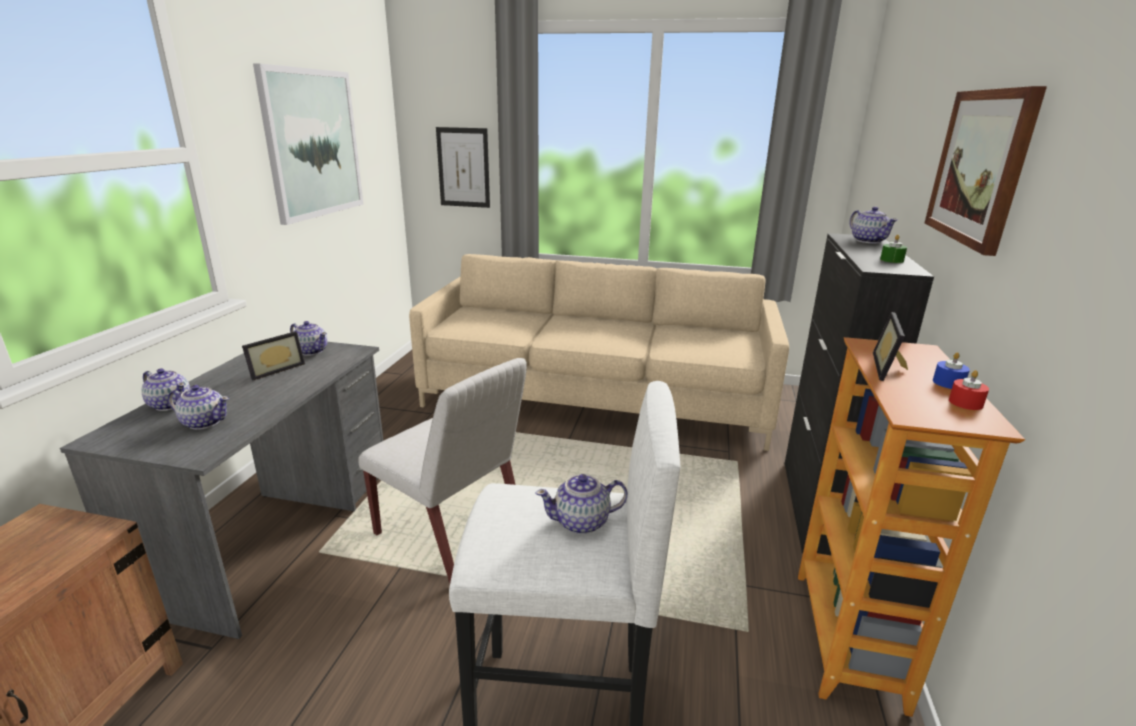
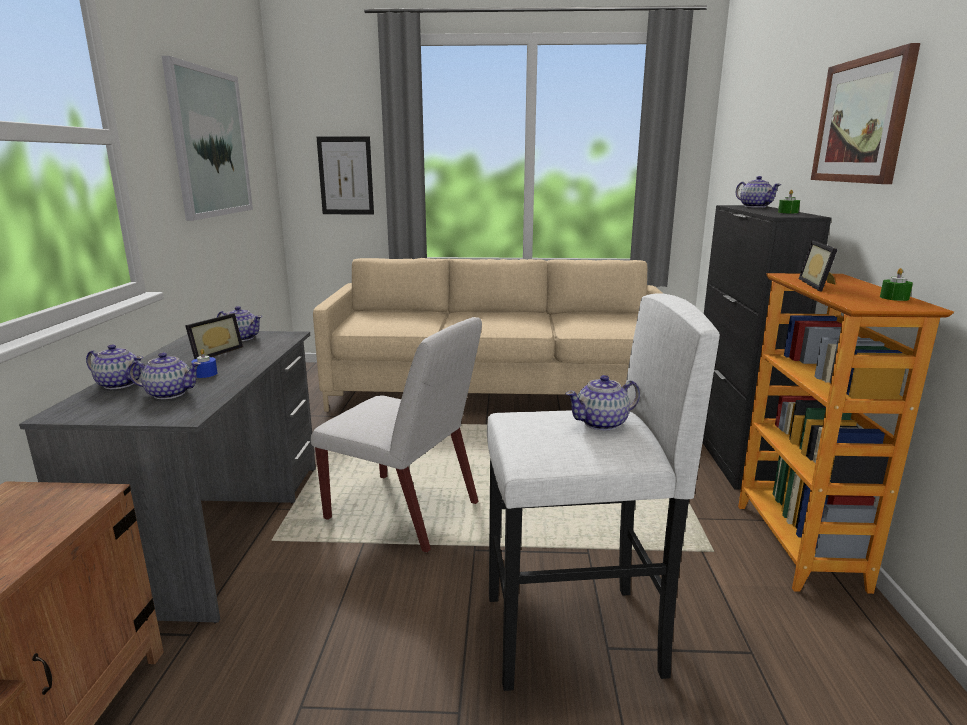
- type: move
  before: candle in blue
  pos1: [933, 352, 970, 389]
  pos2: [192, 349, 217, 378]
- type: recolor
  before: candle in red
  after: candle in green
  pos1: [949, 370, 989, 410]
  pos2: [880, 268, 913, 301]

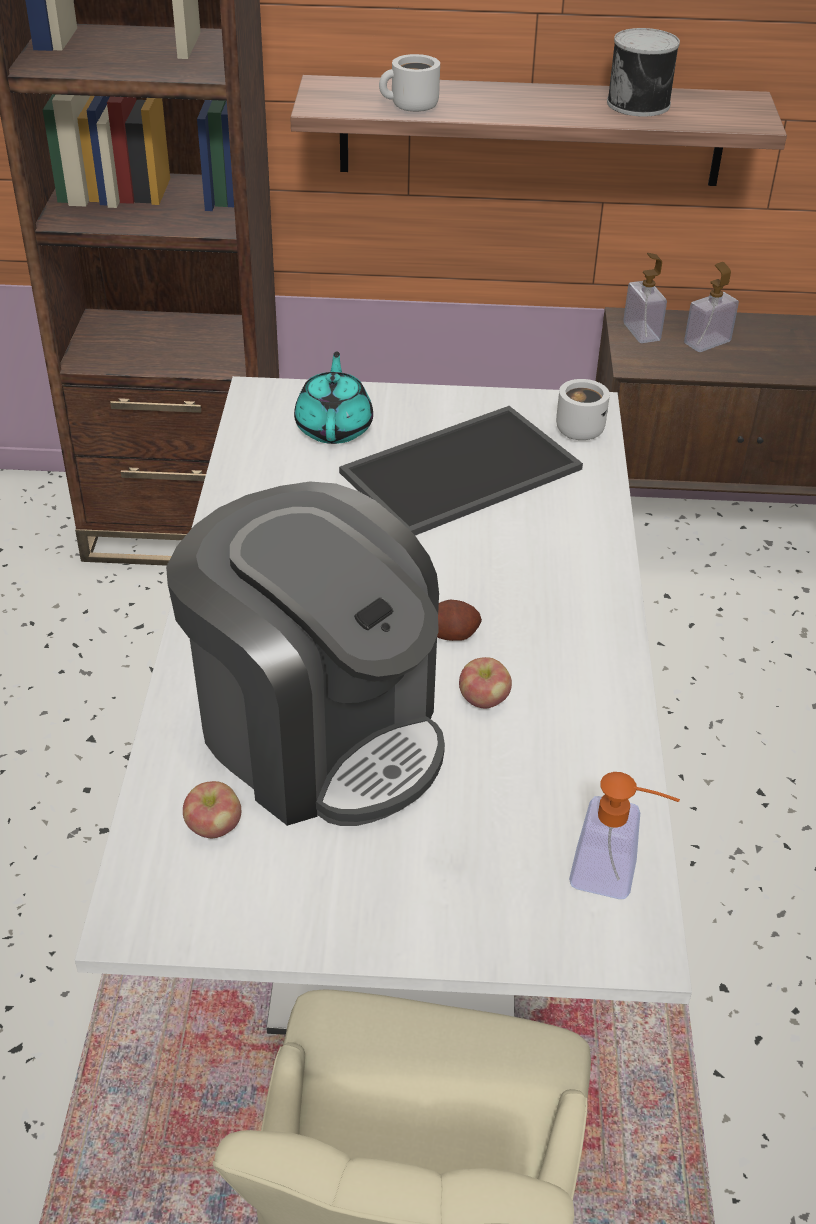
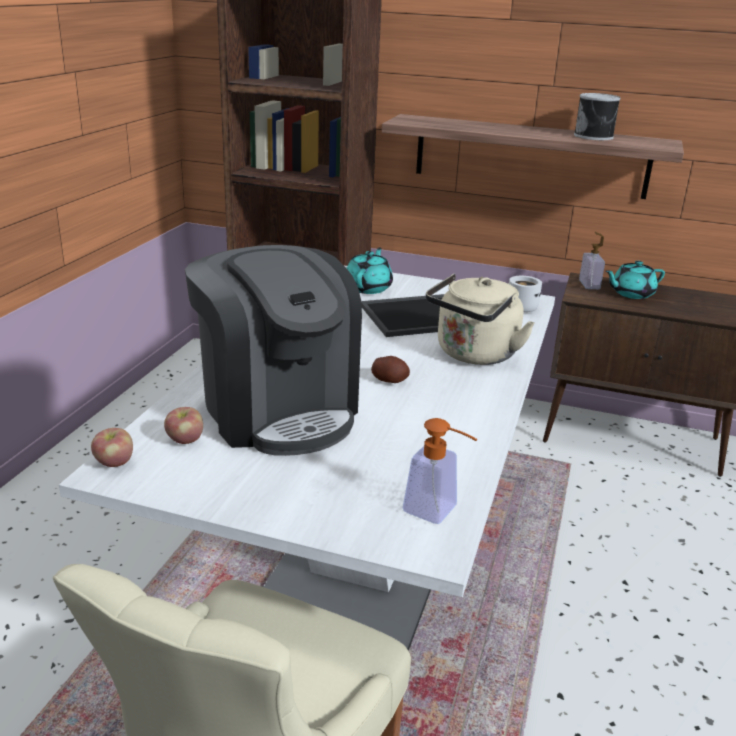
- type: delete
  before: mug in white
  pos1: [379, 54, 440, 112]
- type: insert
  after: kettle in beige
  pos2: [426, 273, 535, 365]
- type: move
  before: apple
  pos1: [459, 657, 512, 708]
  pos2: [91, 428, 133, 467]
- type: replace
  before: soap dispenser
  after: teapot in turquoise
  pos1: [684, 262, 739, 352]
  pos2: [605, 261, 665, 299]

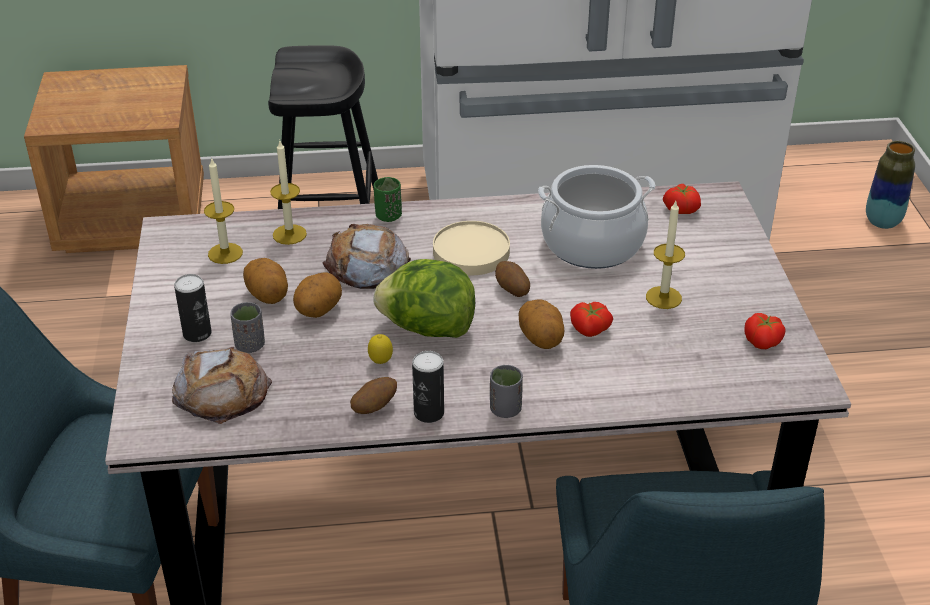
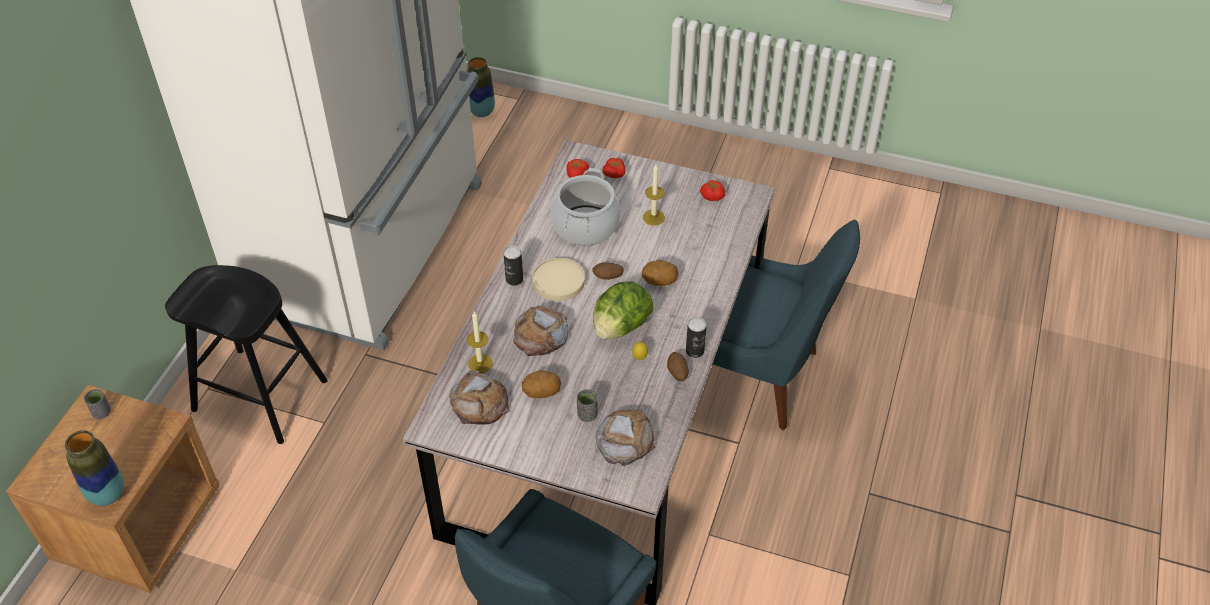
- type: delete
  before: potato
  pos1: [293, 272, 342, 318]
- type: delete
  before: cup in green
  pos1: [374, 177, 402, 222]
- type: insert
  after: vase
  pos2: [65, 430, 124, 506]
- type: move
  before: can
  pos1: [174, 274, 212, 342]
  pos2: [503, 246, 523, 286]
- type: move
  before: cup in grey
  pos1: [490, 365, 523, 418]
  pos2: [84, 389, 111, 419]
- type: move
  before: tomato
  pos1: [570, 302, 613, 337]
  pos2: [603, 158, 625, 178]
- type: replace
  before: candle
  after: bread
  pos1: [204, 157, 243, 264]
  pos2: [449, 370, 509, 425]

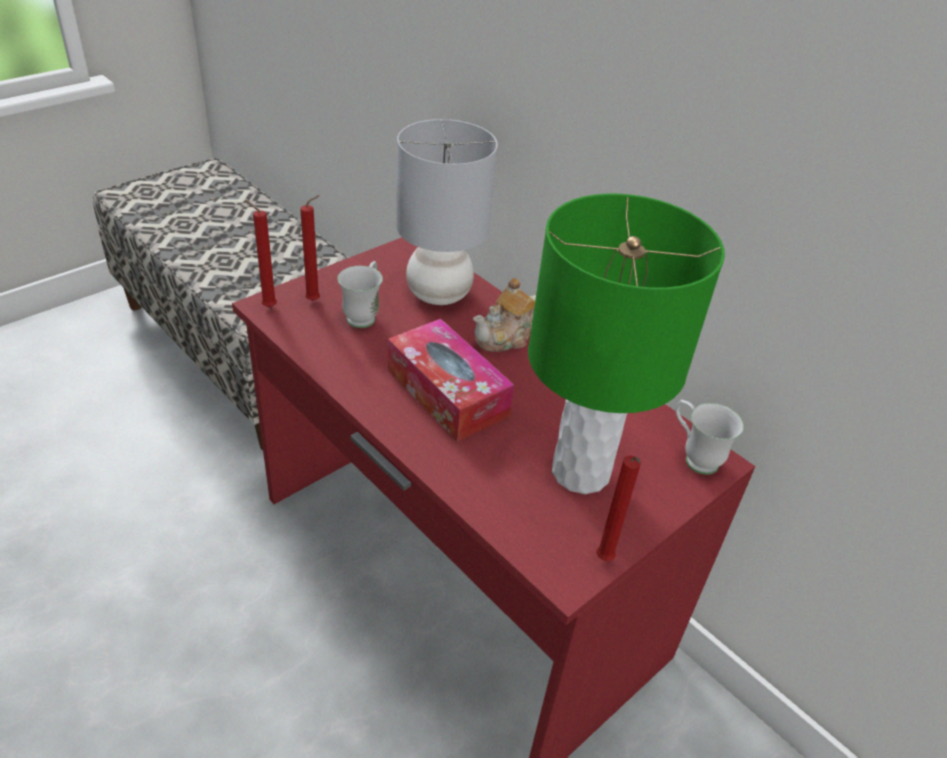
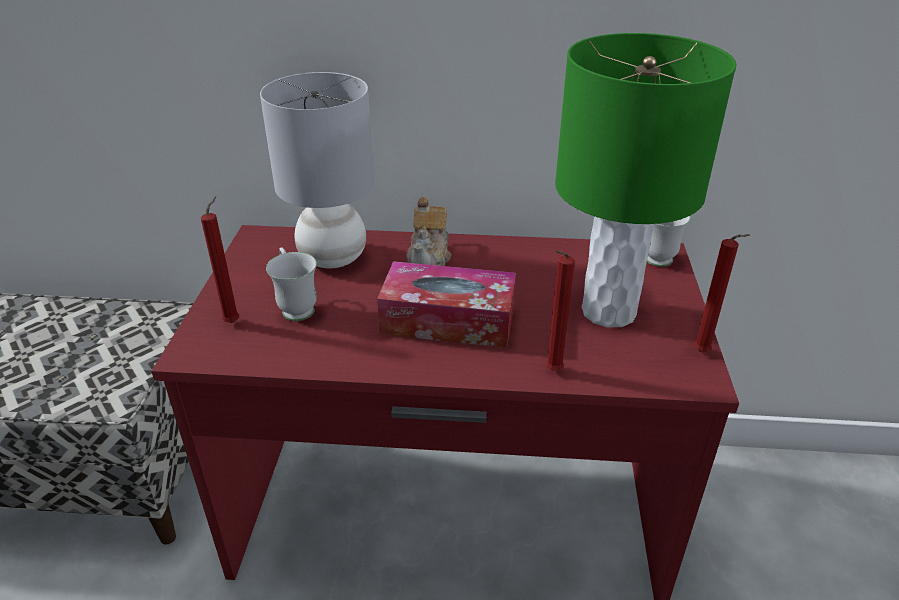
- type: move
  before: candle in red
  pos1: [245, 200, 277, 307]
  pos2: [545, 250, 575, 371]

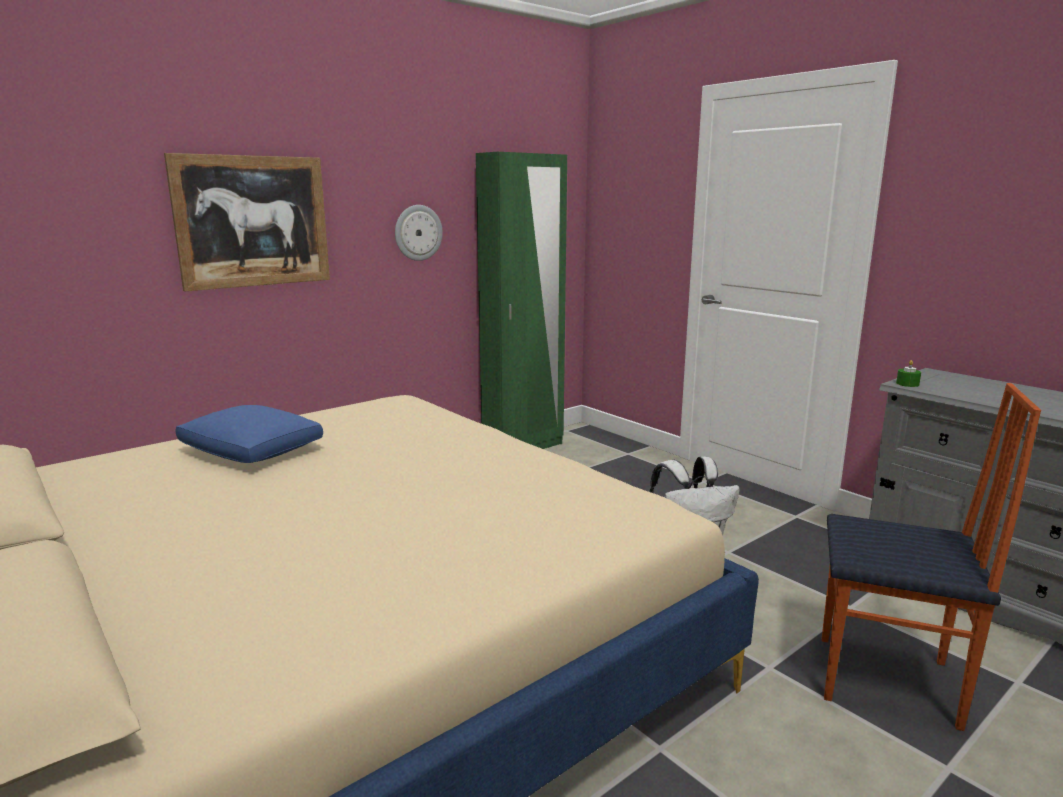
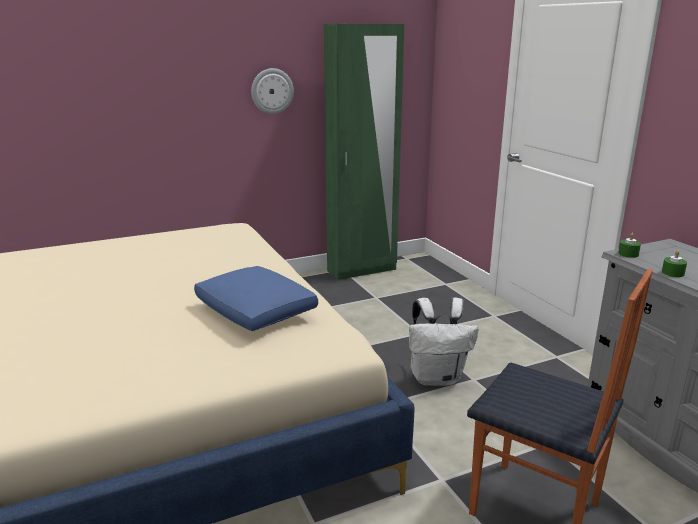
- type: delete
  before: picture
  pos1: [164, 153, 330, 291]
- type: insert
  after: candle in green
  pos2: [662, 250, 687, 277]
- type: move
  before: pillow in blue
  pos1: [175, 405, 323, 463]
  pos2: [194, 266, 318, 331]

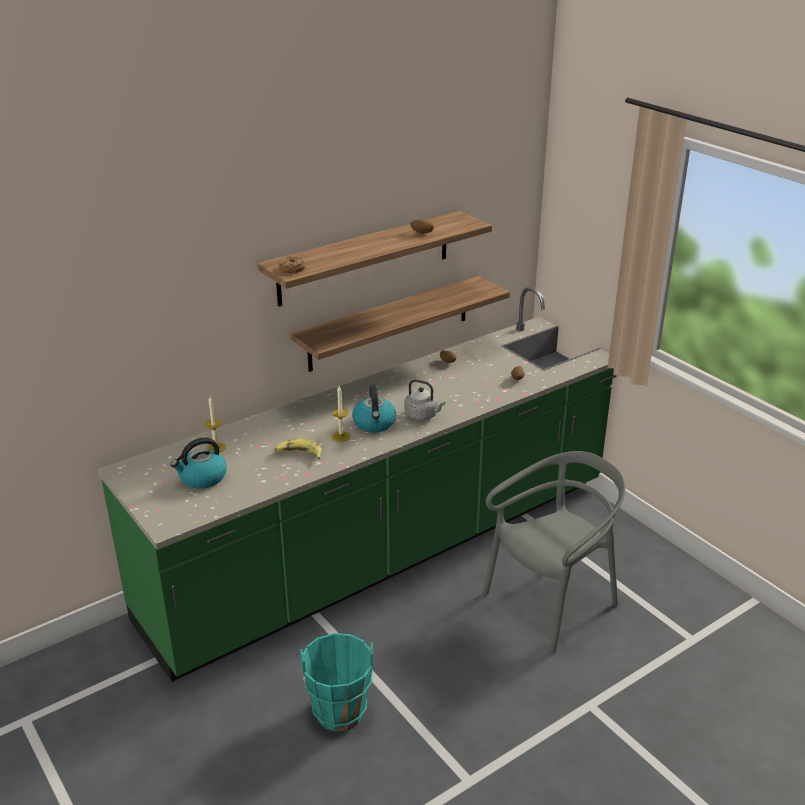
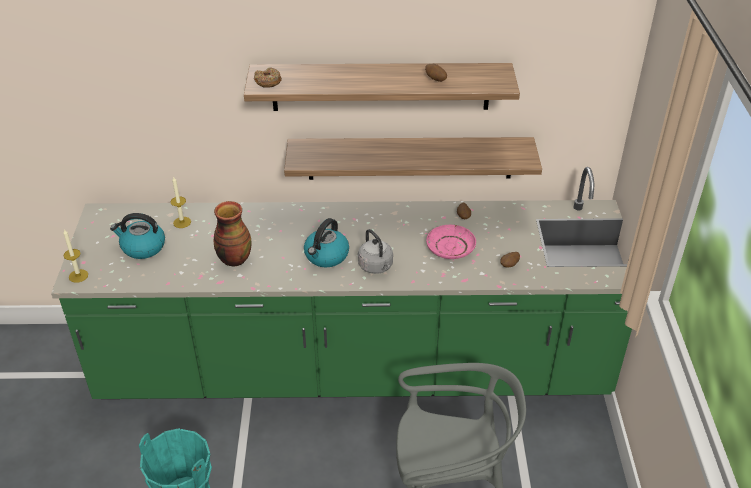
- type: insert
  after: plate in pink
  pos2: [426, 225, 476, 259]
- type: move
  before: candle
  pos1: [332, 386, 350, 442]
  pos2: [63, 229, 88, 283]
- type: replace
  before: banana
  after: vase
  pos1: [275, 438, 322, 459]
  pos2: [214, 201, 251, 267]

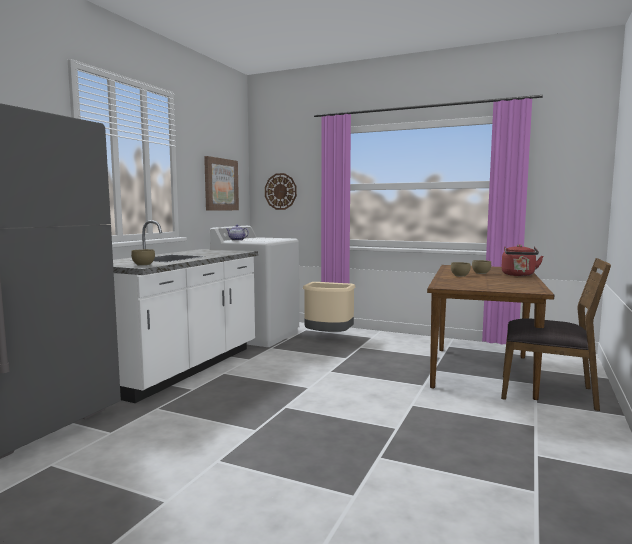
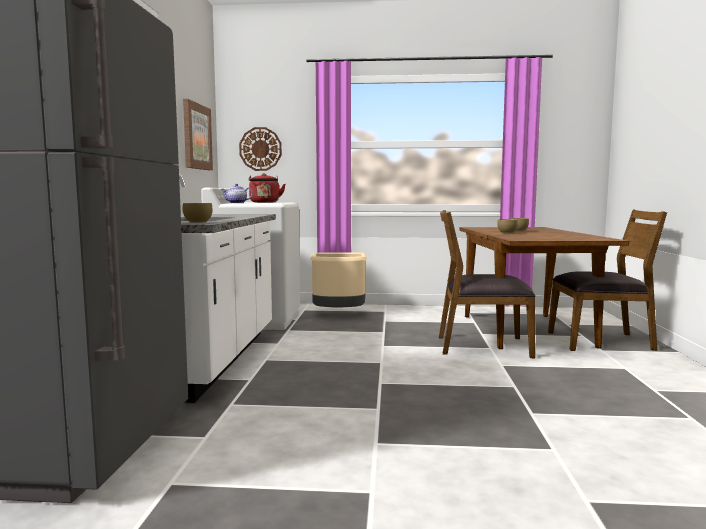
- type: insert
  after: chair in brown
  pos2: [439, 210, 535, 358]
- type: move
  before: kettle in red
  pos1: [501, 244, 543, 276]
  pos2: [249, 173, 286, 203]

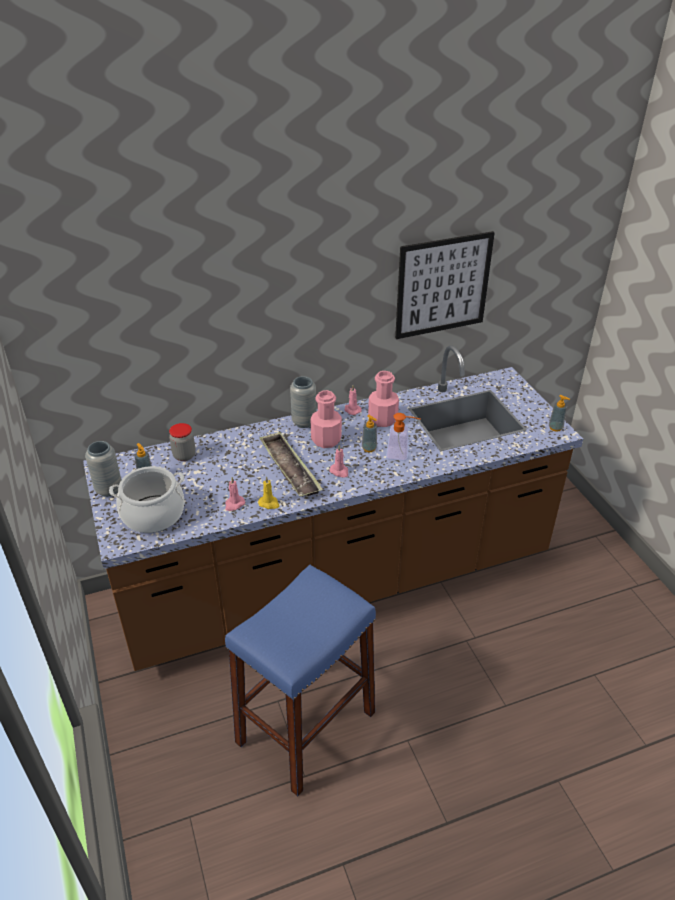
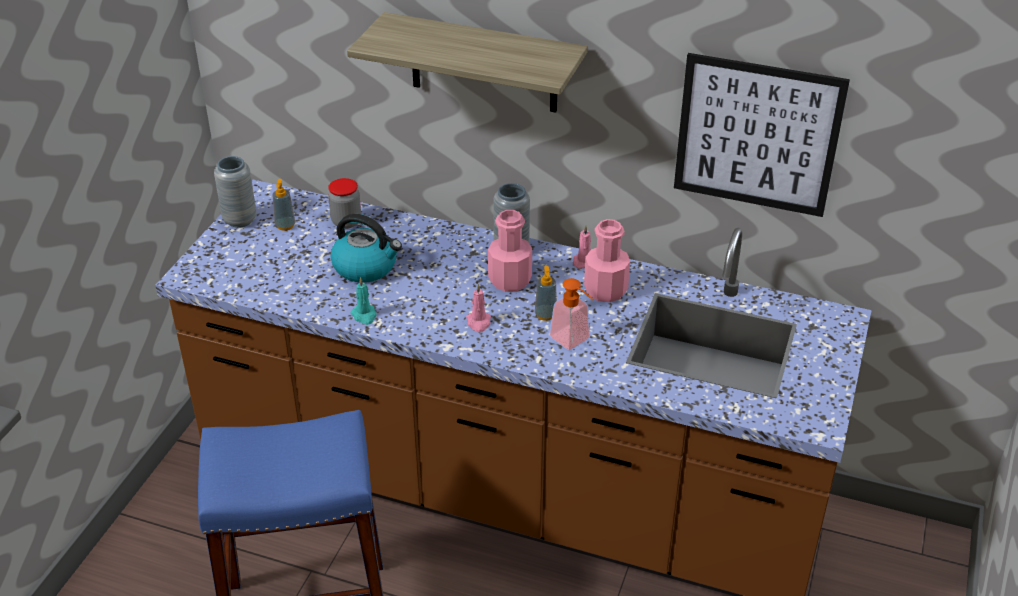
- type: delete
  before: cooking pot
  pos1: [109, 466, 185, 533]
- type: delete
  before: candle in pink
  pos1: [225, 477, 245, 511]
- type: delete
  before: tray
  pos1: [259, 432, 323, 497]
- type: delete
  before: soap dispenser
  pos1: [549, 395, 570, 432]
- type: insert
  after: kettle
  pos2: [331, 214, 402, 283]
- type: insert
  after: shelf
  pos2: [347, 12, 588, 113]
- type: recolor
  before: candle in yellow
  after: candle in turquoise
  pos1: [258, 476, 280, 509]
  pos2: [350, 277, 376, 325]

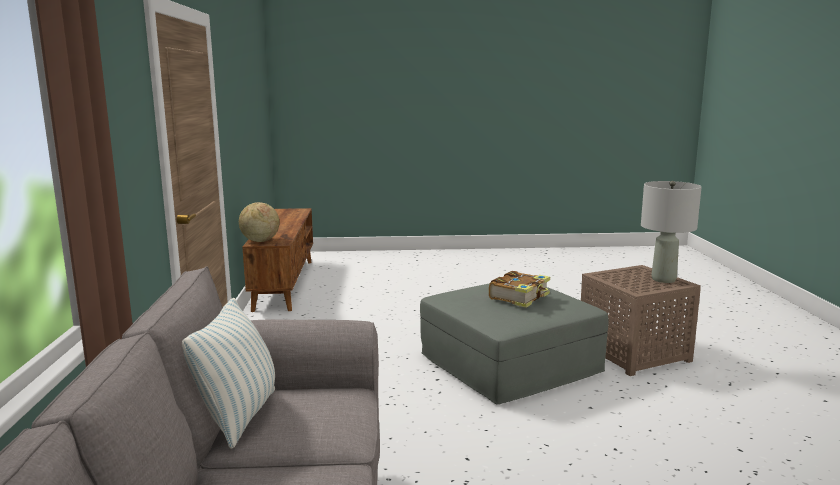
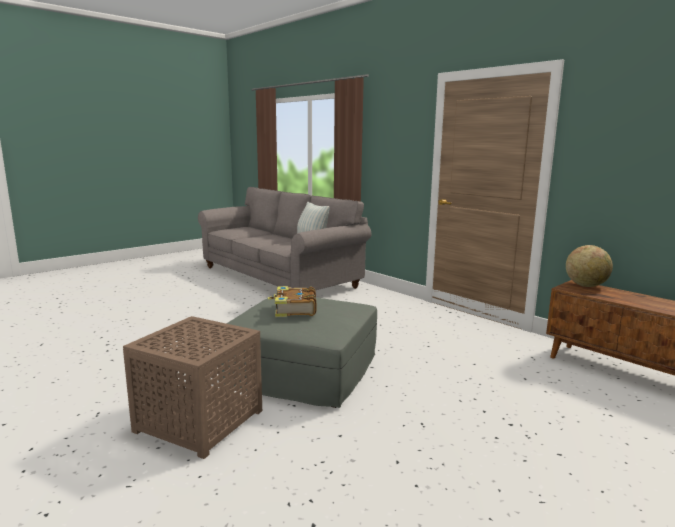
- type: delete
  before: table lamp in grey
  pos1: [641, 181, 702, 283]

